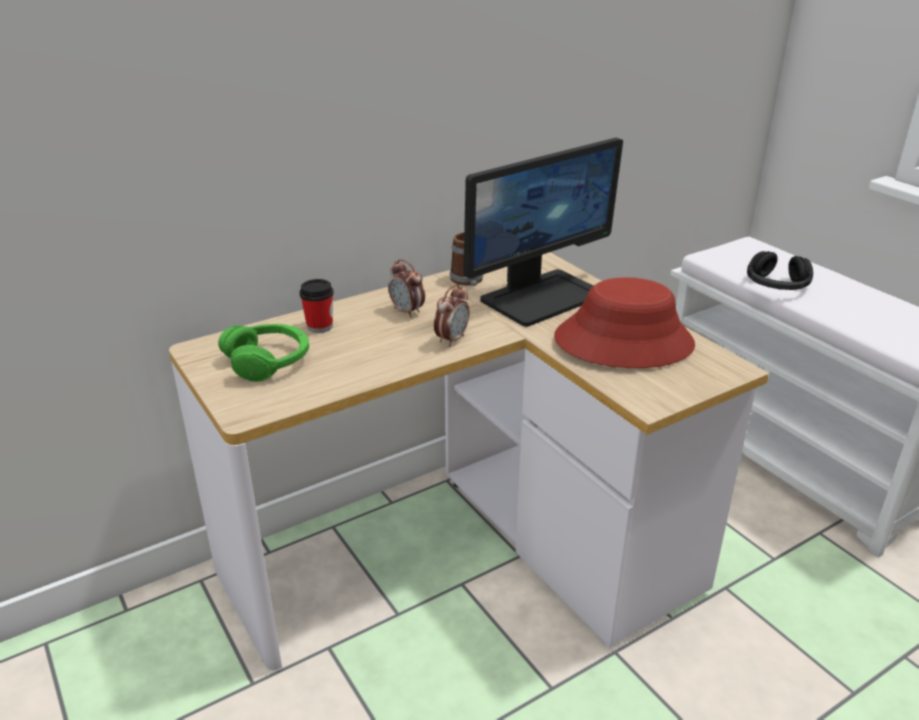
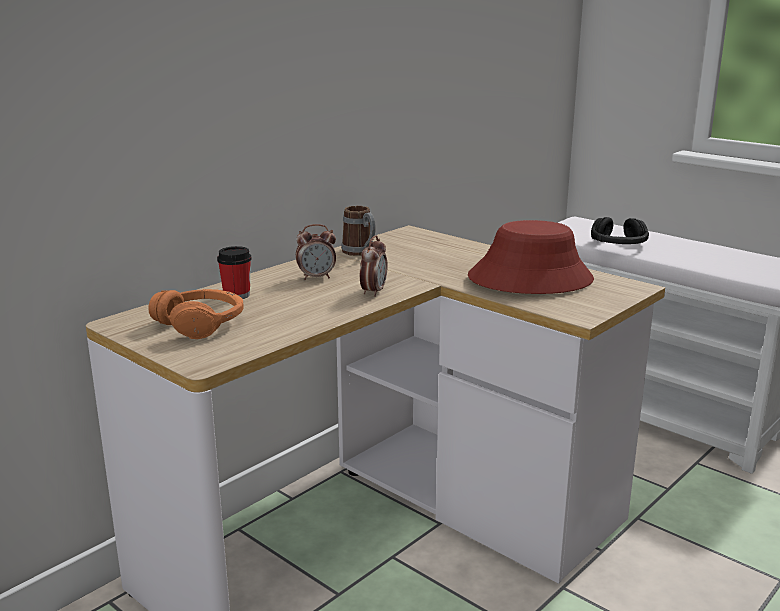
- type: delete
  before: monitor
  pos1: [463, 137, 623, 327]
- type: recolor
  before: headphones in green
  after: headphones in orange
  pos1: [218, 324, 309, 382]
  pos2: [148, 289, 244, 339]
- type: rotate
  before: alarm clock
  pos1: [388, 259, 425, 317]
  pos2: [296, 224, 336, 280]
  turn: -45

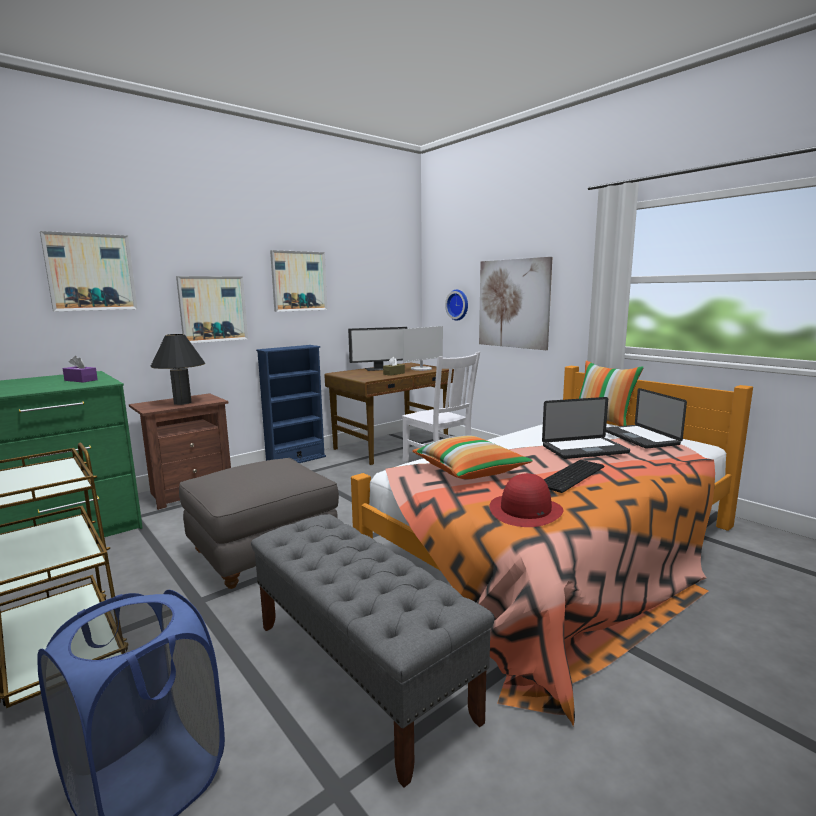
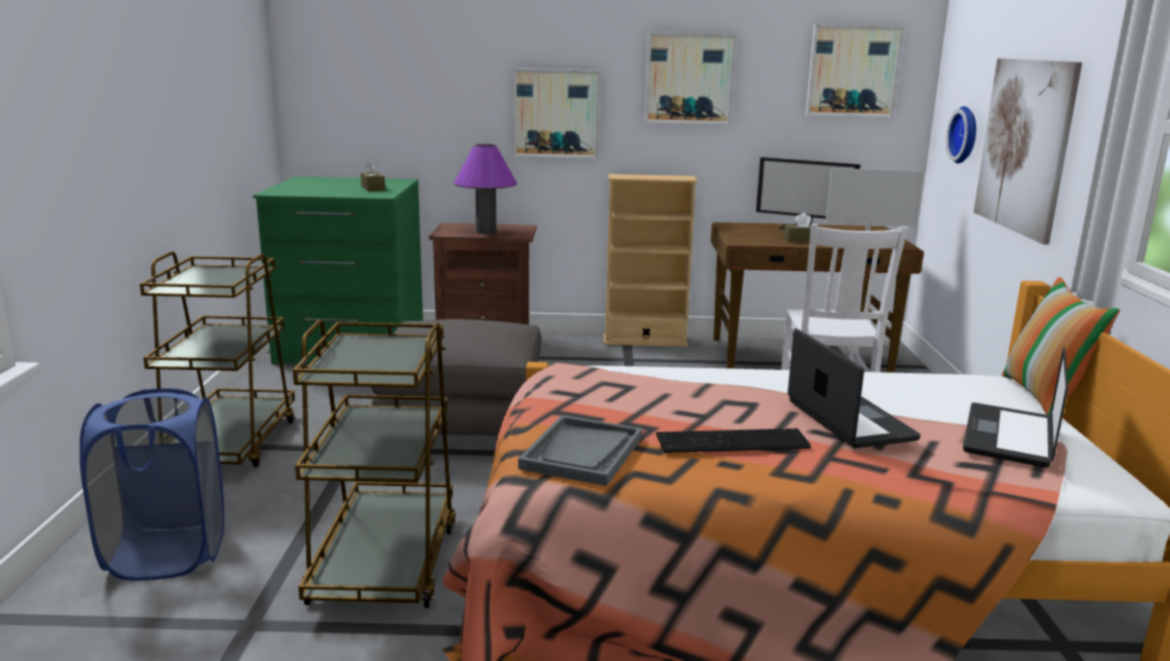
- type: delete
  before: pillow
  pos1: [412, 436, 533, 479]
- type: move
  before: picture
  pos1: [40, 231, 138, 312]
  pos2: [806, 24, 904, 117]
- type: replace
  before: bench in grey
  after: cart in brown
  pos1: [251, 514, 495, 788]
  pos2: [293, 320, 456, 608]
- type: replace
  before: hat in red
  after: tray in grey
  pos1: [489, 473, 563, 527]
  pos2: [518, 415, 642, 486]
- type: recolor
  before: tissue box in purple
  after: tissue box in brown
  pos1: [62, 356, 98, 383]
  pos2: [361, 160, 385, 191]
- type: recolor
  before: table lamp in black
  after: table lamp in purple
  pos1: [151, 334, 205, 405]
  pos2: [454, 144, 517, 234]
- type: recolor
  before: bookcase in blue
  after: bookcase in beige
  pos1: [256, 345, 326, 463]
  pos2: [604, 174, 698, 347]
- type: rotate
  before: laptop
  pos1: [542, 397, 630, 459]
  pos2: [788, 328, 921, 448]
  turn: -135

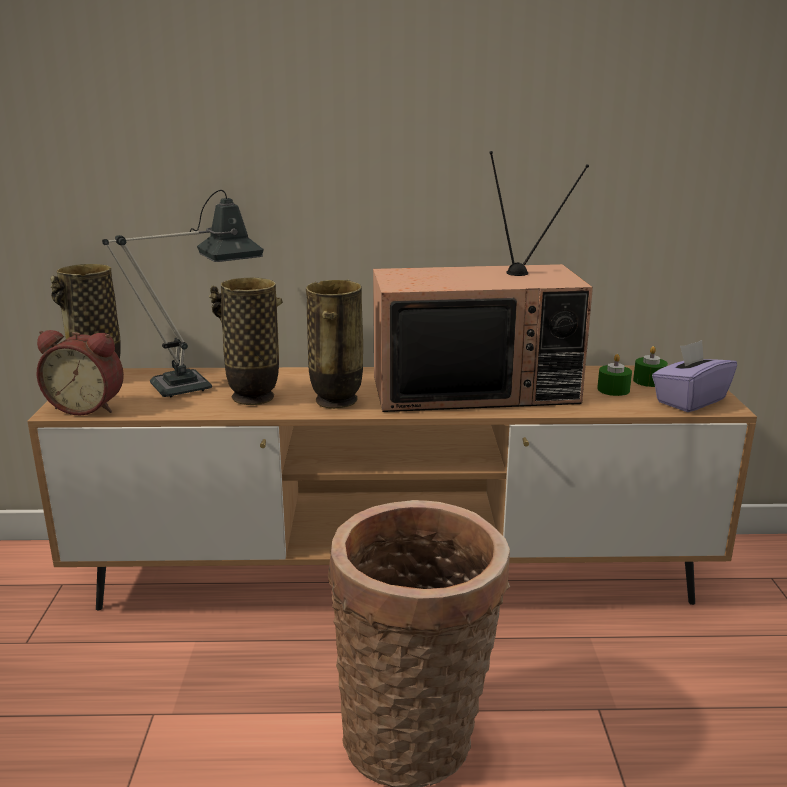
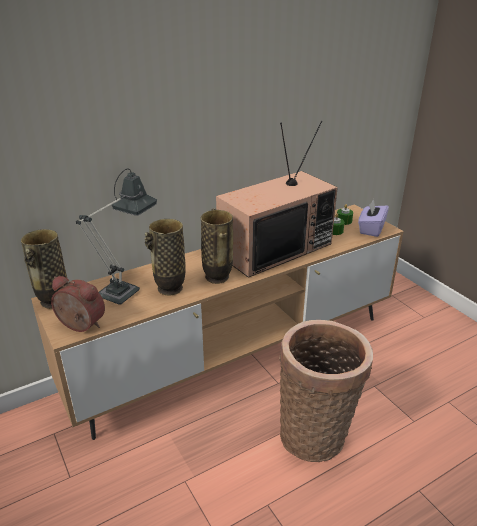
- type: rotate
  before: alarm clock
  pos1: [37, 330, 124, 416]
  pos2: [51, 276, 105, 332]
  turn: -135

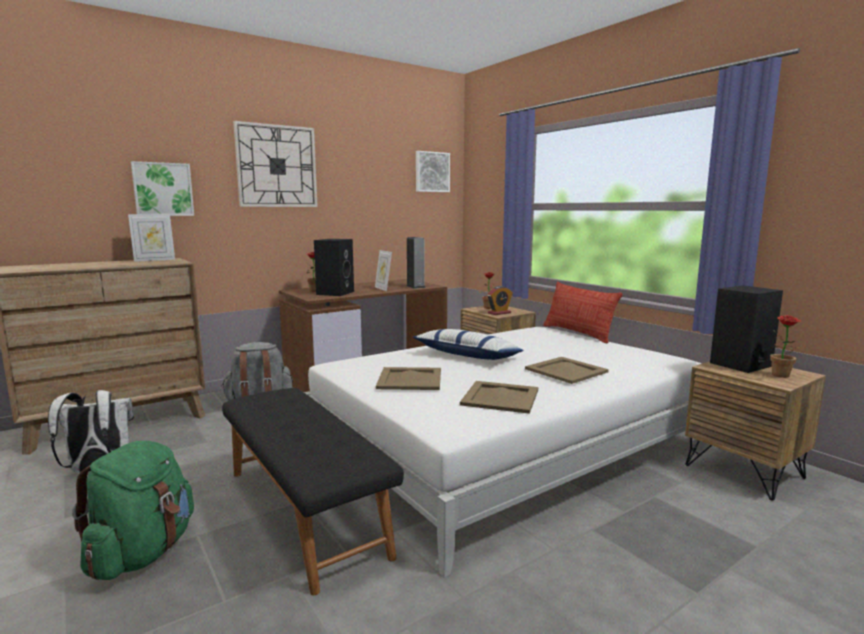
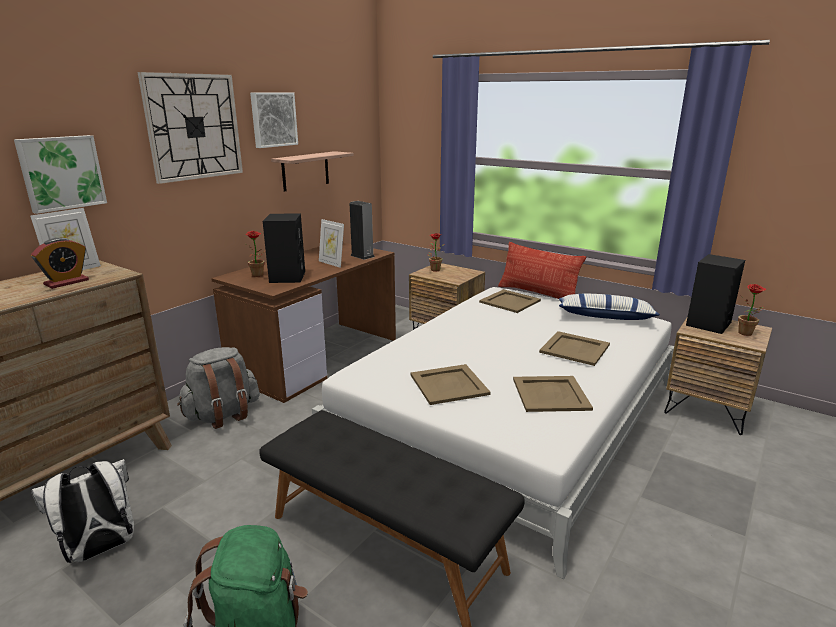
- type: insert
  after: shelf
  pos2: [271, 151, 354, 192]
- type: insert
  after: tray in beige
  pos2: [479, 289, 541, 313]
- type: move
  before: pillow
  pos1: [413, 329, 524, 360]
  pos2: [559, 293, 660, 320]
- type: move
  before: picture
  pos1: [416, 151, 450, 192]
  pos2: [250, 93, 298, 148]
- type: move
  before: alarm clock
  pos1: [487, 286, 513, 315]
  pos2: [31, 238, 89, 289]

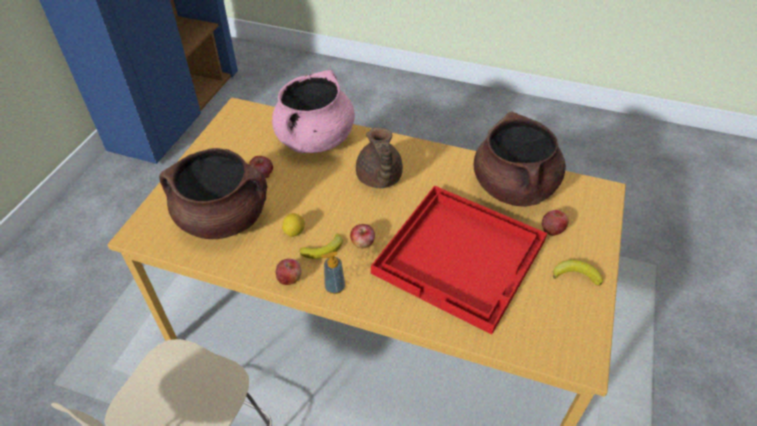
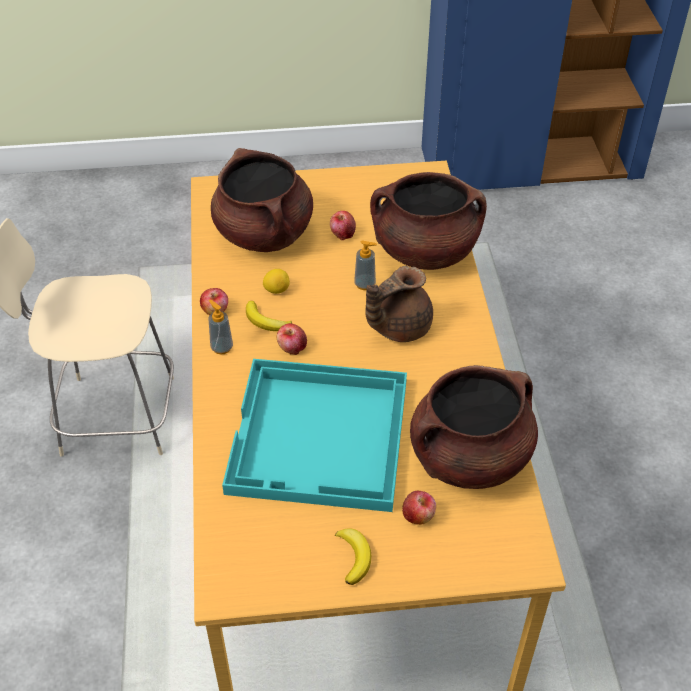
- type: insert
  after: soap dispenser
  pos2: [354, 240, 377, 290]
- type: recolor
  before: cooking pot in pink
  after: cooking pot in brown
  pos1: [272, 70, 355, 153]
  pos2: [370, 172, 487, 270]
- type: recolor
  before: tray in red
  after: tray in turquoise
  pos1: [371, 185, 547, 335]
  pos2: [222, 359, 407, 512]

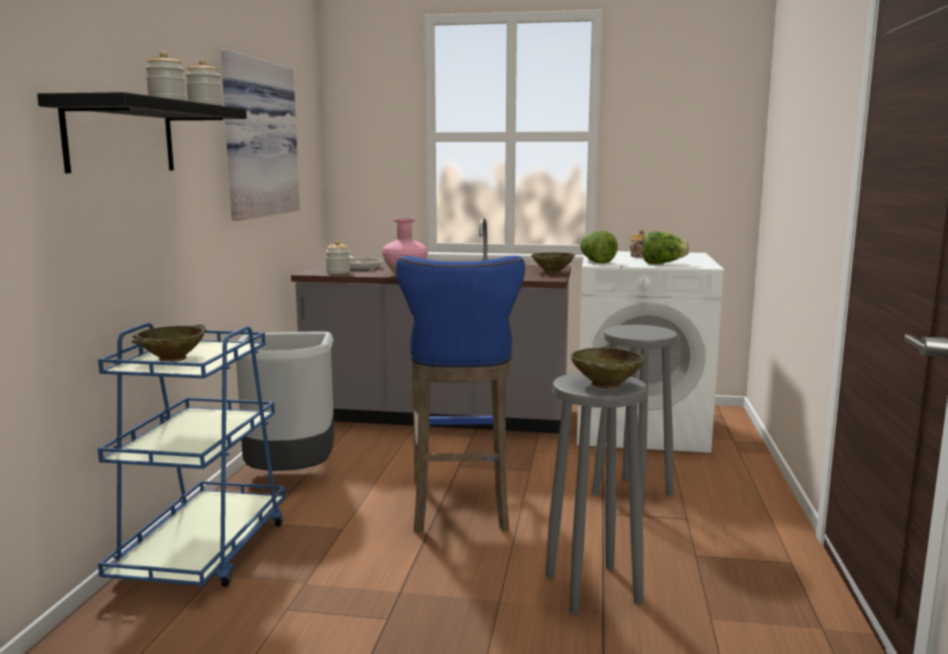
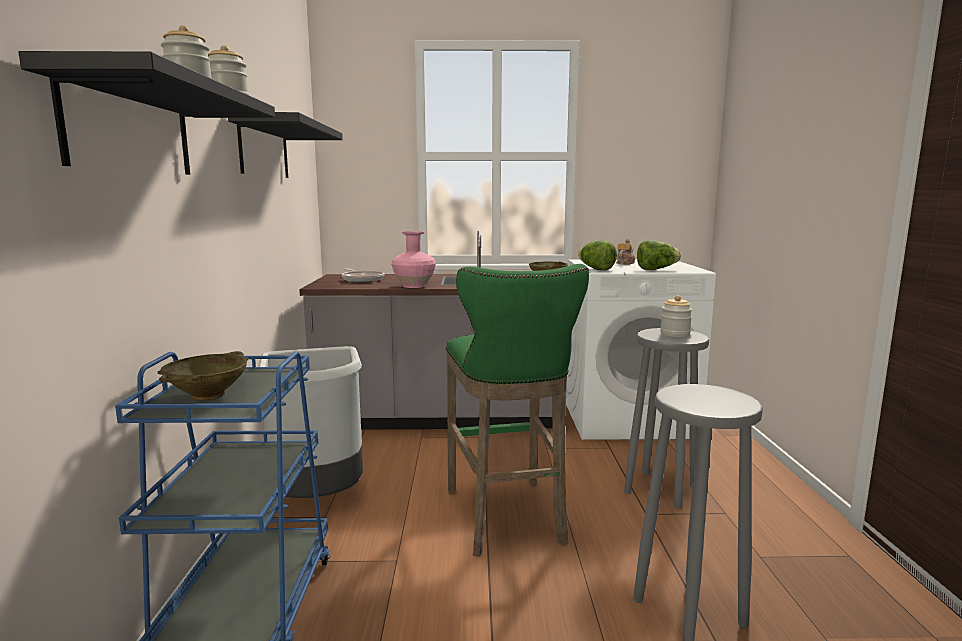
- type: delete
  before: bowl in beige
  pos1: [570, 346, 644, 388]
- type: move
  before: jar
  pos1: [326, 241, 350, 274]
  pos2: [660, 295, 692, 337]
- type: replace
  before: picture
  after: shelf in black
  pos1: [221, 50, 300, 221]
  pos2: [228, 112, 343, 178]
- type: recolor
  before: stool in blue
  after: stool in green
  pos1: [396, 256, 525, 532]
  pos2: [446, 264, 589, 557]

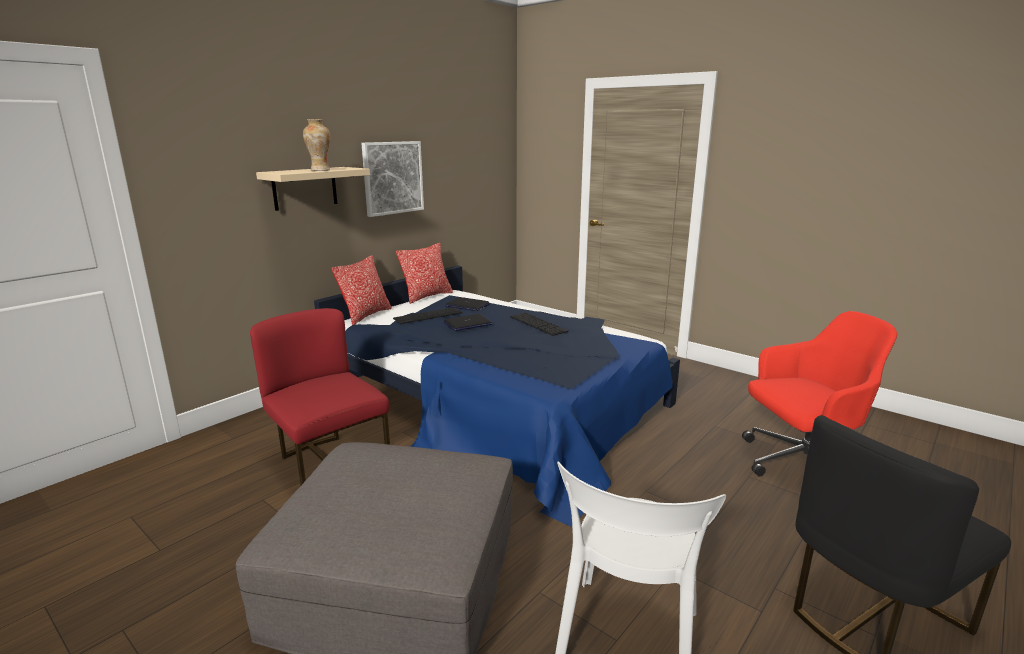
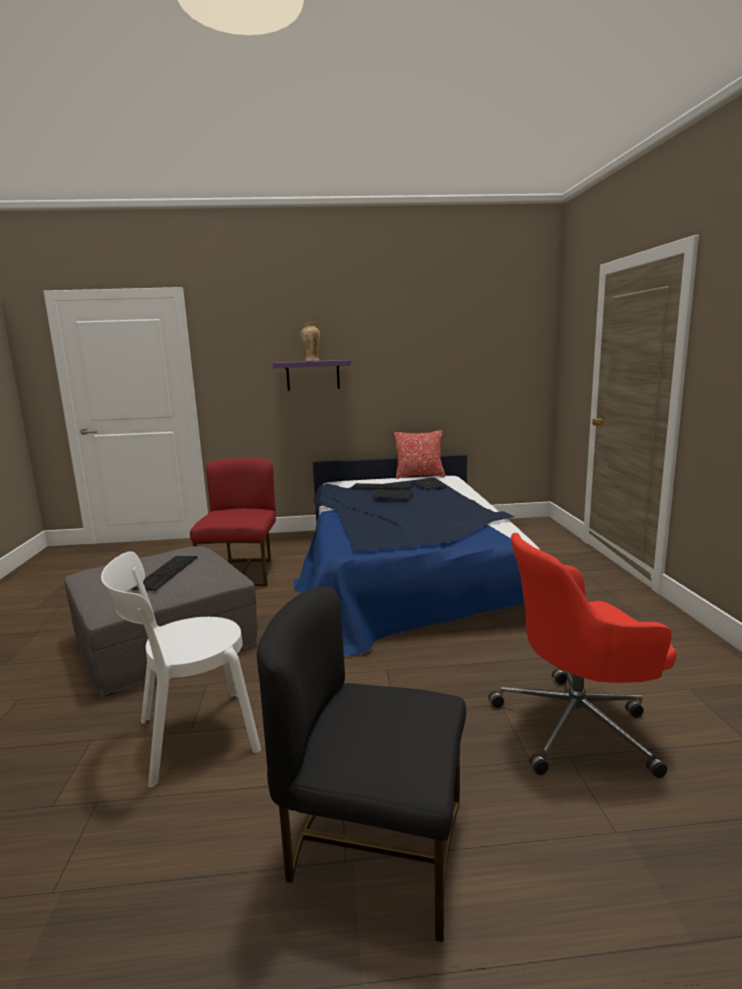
- type: delete
  before: pillow
  pos1: [332, 255, 392, 325]
- type: delete
  before: picture
  pos1: [361, 141, 424, 217]
- type: move
  before: keyboard
  pos1: [510, 312, 569, 336]
  pos2: [131, 556, 197, 591]
- type: recolor
  before: shelf in beige
  after: shelf in purple
  pos1: [256, 167, 370, 211]
  pos2: [273, 360, 351, 391]
- type: rotate
  before: office chair in red
  pos1: [742, 311, 897, 476]
  pos2: [488, 533, 676, 778]
  turn: 135

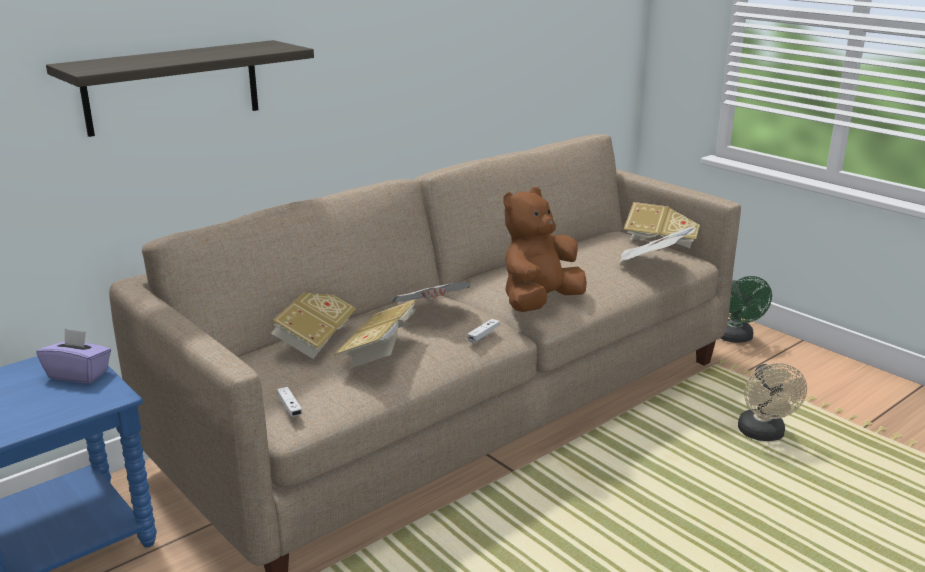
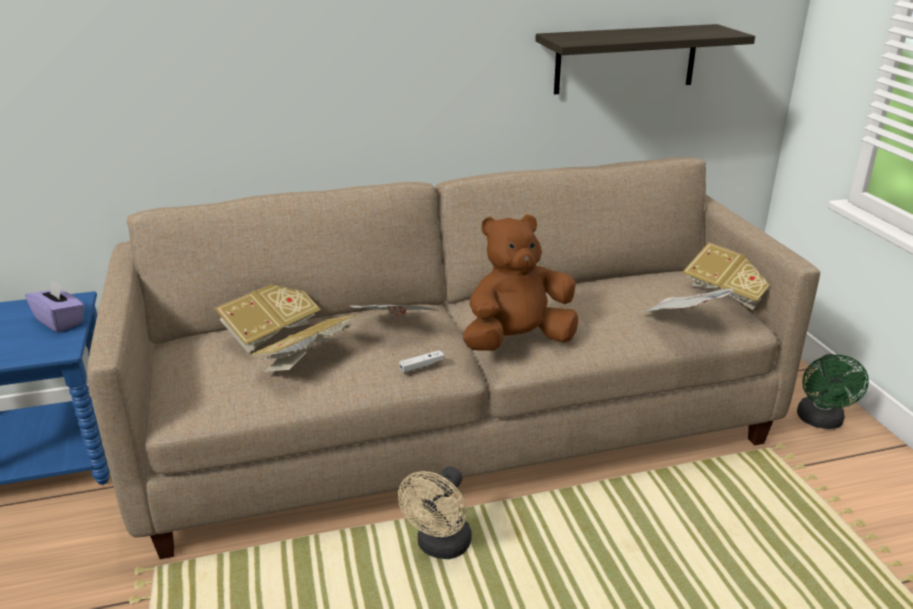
- type: delete
  before: game controller in white
  pos1: [277, 387, 302, 417]
- type: move
  before: shelf
  pos1: [46, 40, 314, 137]
  pos2: [535, 24, 755, 95]
- type: move
  before: fan in beige
  pos1: [738, 363, 807, 441]
  pos2: [398, 467, 472, 559]

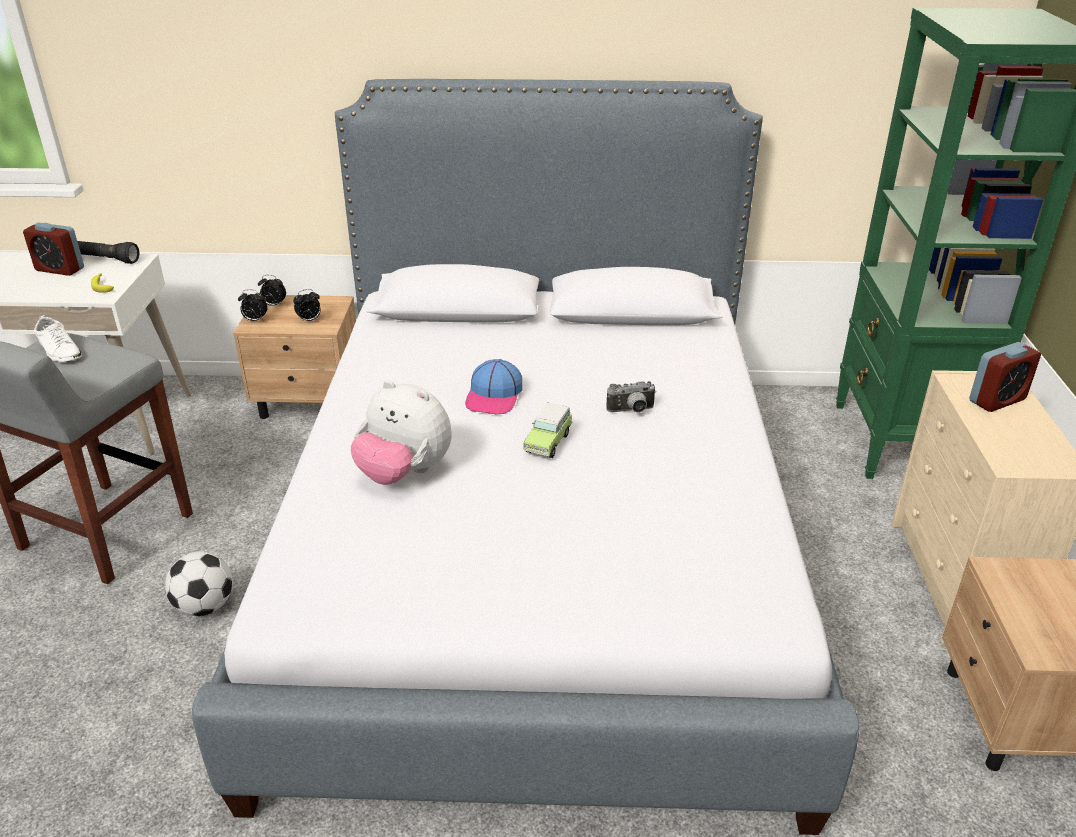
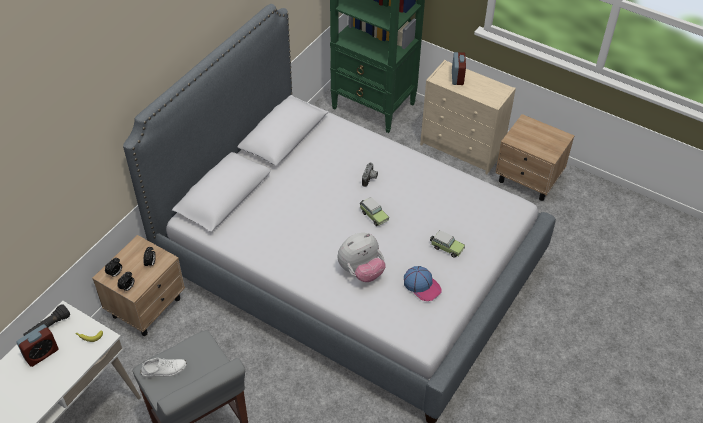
- type: delete
  before: football
  pos1: [165, 551, 233, 616]
- type: insert
  after: toy car
  pos2: [430, 230, 465, 258]
- type: move
  before: cap
  pos1: [465, 359, 522, 414]
  pos2: [404, 266, 442, 301]

